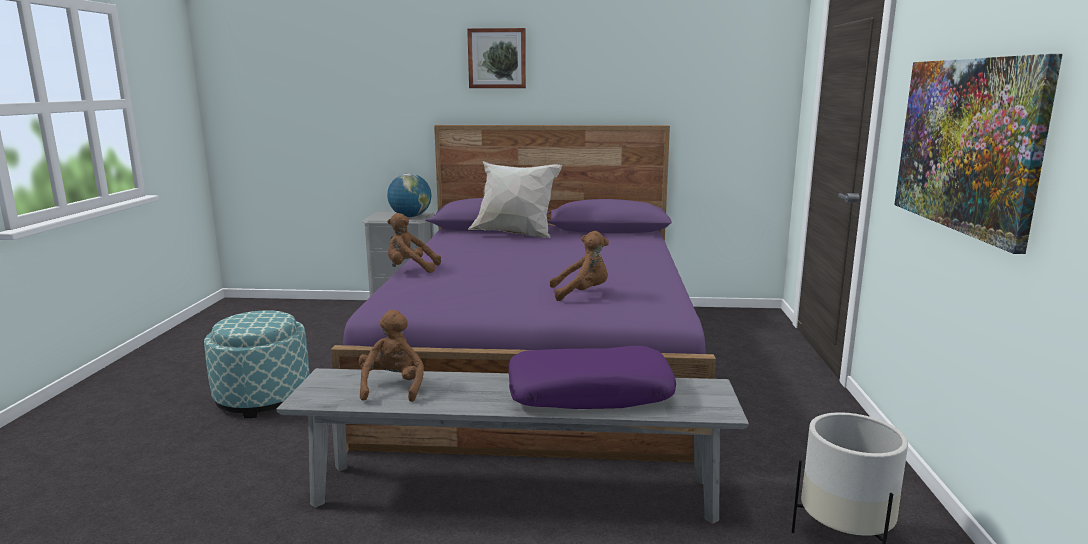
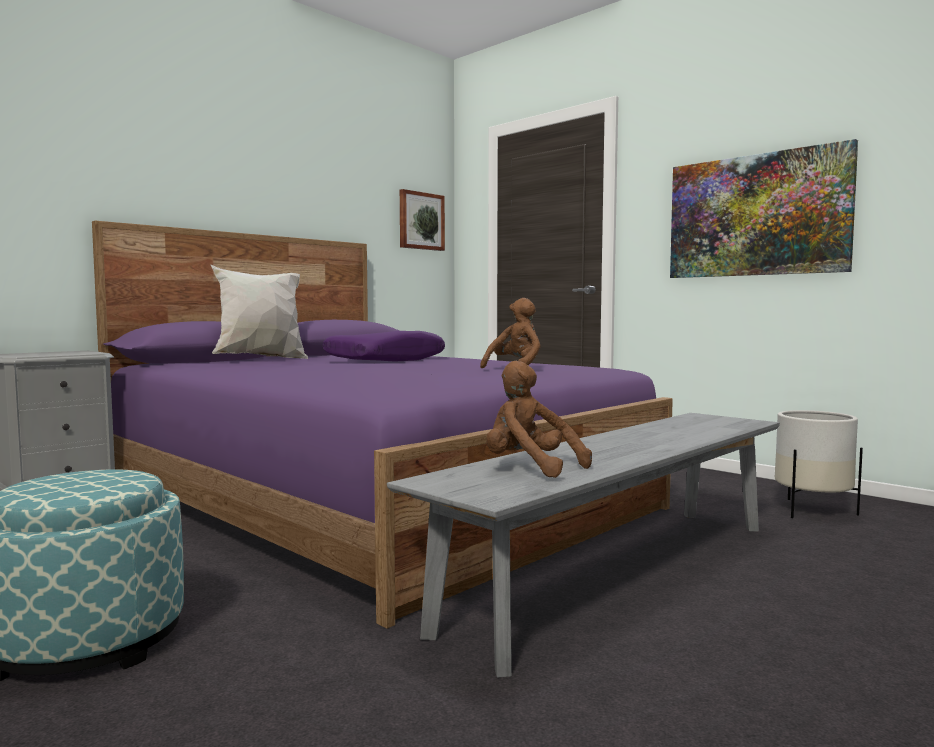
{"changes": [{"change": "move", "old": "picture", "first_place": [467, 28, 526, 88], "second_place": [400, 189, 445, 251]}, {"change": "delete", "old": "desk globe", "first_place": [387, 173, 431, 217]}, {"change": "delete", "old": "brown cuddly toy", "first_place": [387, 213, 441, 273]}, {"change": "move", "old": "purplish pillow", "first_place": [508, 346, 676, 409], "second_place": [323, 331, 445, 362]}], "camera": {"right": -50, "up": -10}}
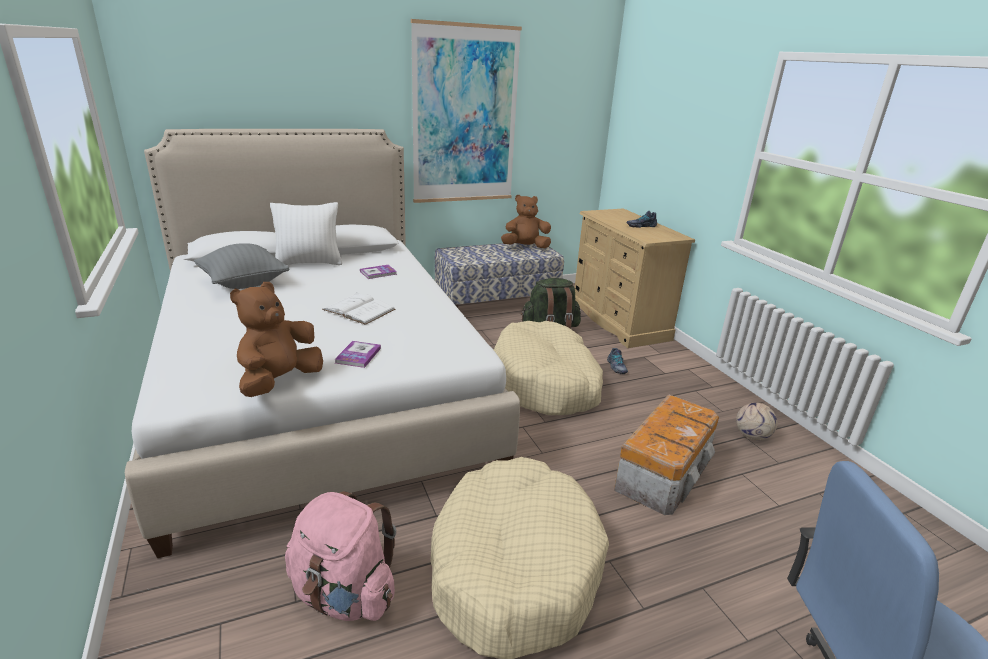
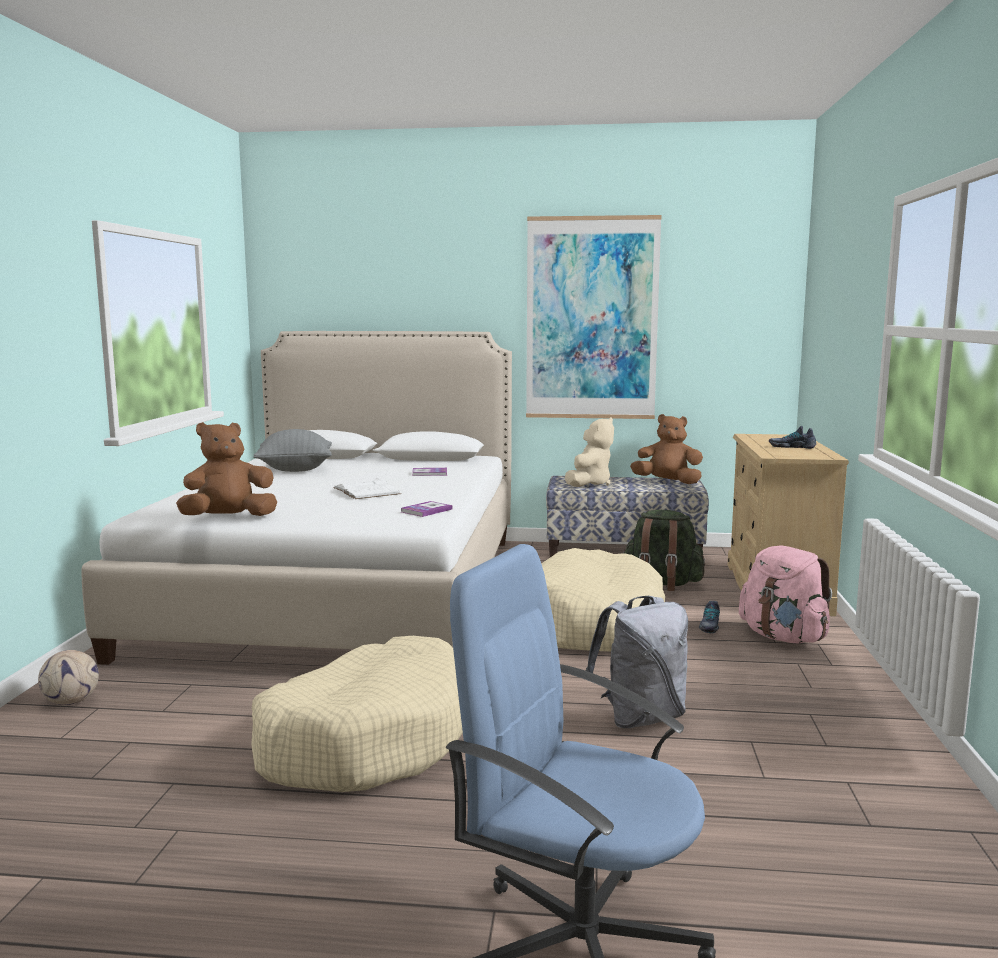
{"changes": [{"change": "delete", "old": "whitish pillow", "first_place": [270, 202, 342, 265]}, {"change": "move", "old": "bound book", "first_place": [334, 341, 381, 368], "second_place": [401, 501, 452, 517]}, {"change": "replace", "old": "storage container", "new": "grey rucksack", "first_place": [614, 394, 719, 515], "second_place": [585, 596, 688, 728]}, {"change": "move", "old": "ball for football", "first_place": [736, 403, 777, 440], "second_place": [38, 650, 99, 705]}, {"change": "move", "old": "pink-coloured rucksack", "first_place": [285, 491, 396, 621], "second_place": [739, 546, 832, 643]}, {"change": "insert", "new": "beige cuddly toy", "second_place": [565, 417, 614, 487]}], "camera": {"right": 30, "up": -15}}
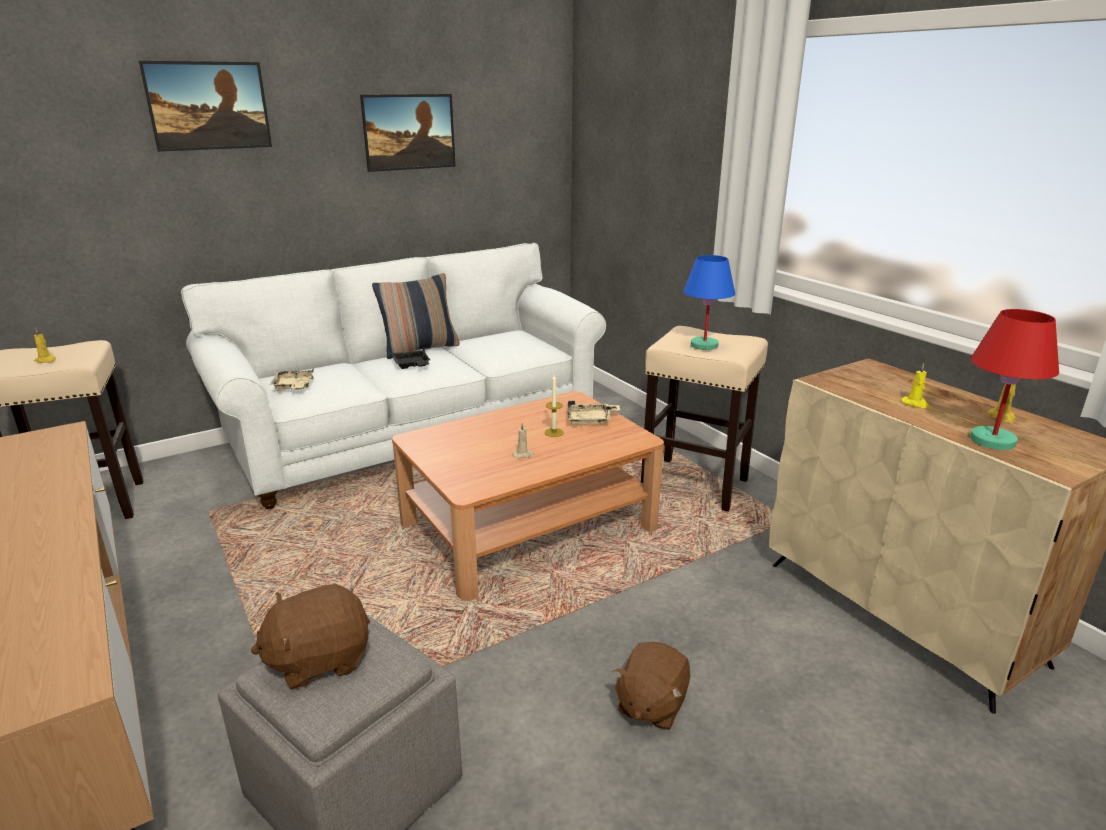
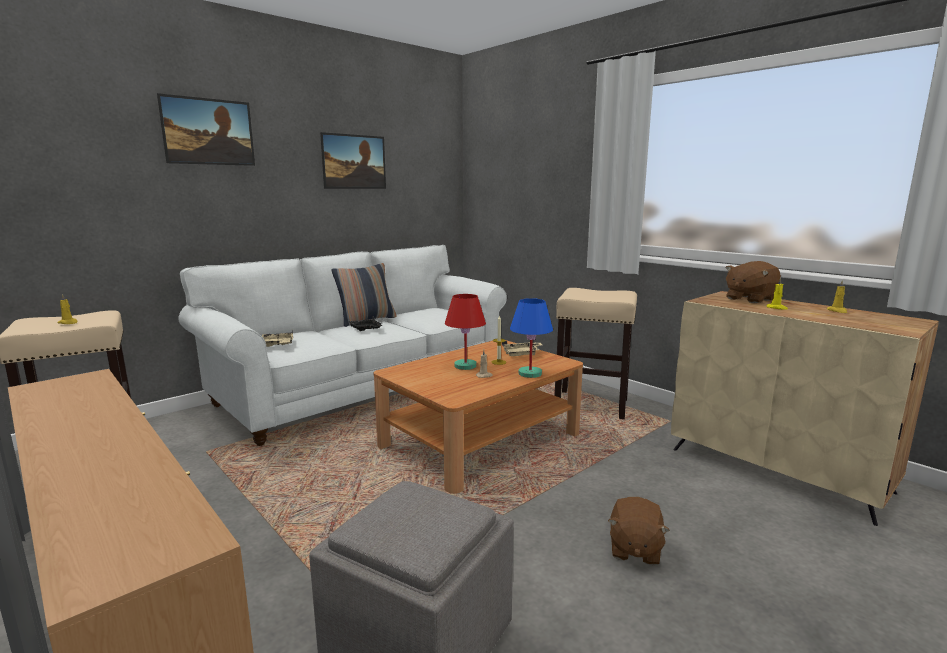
{"changes": [{"change": "move", "old": "bluish tabletop lamp", "first_place": [683, 255, 735, 350], "second_place": [510, 298, 553, 378]}, {"change": "move", "old": "red tabletop lamp", "first_place": [970, 309, 1059, 450], "second_place": [445, 294, 486, 370]}, {"change": "move", "old": "brown cuddly toy", "first_place": [251, 584, 370, 690], "second_place": [725, 261, 781, 303]}], "camera": {"right": -10, "up": -10}}
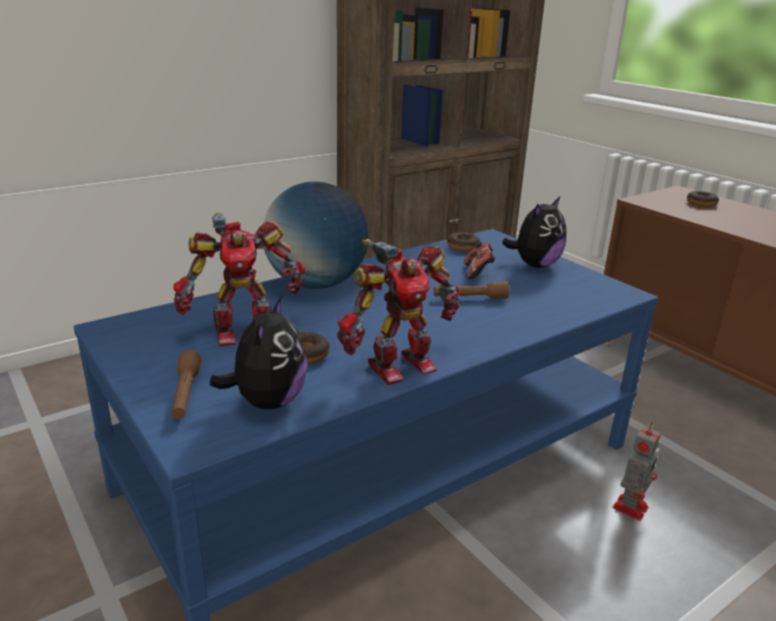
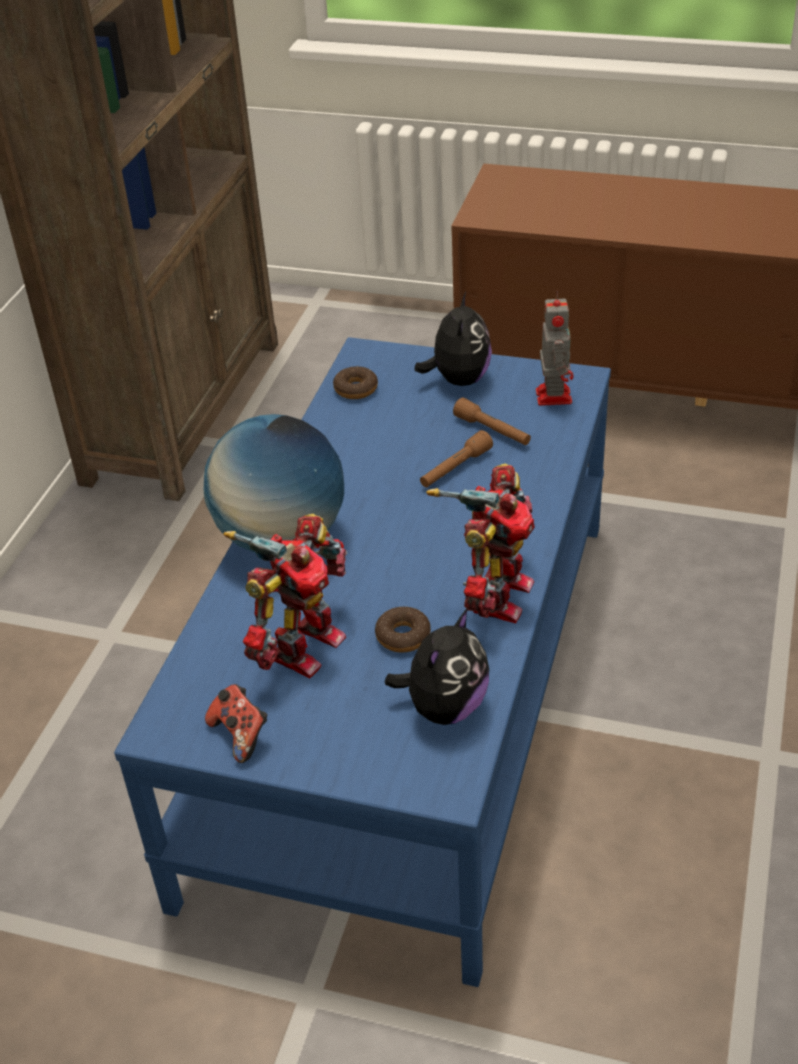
{"changes": [{"change": "delete", "old": "donut", "first_place": [687, 191, 719, 207]}, {"change": "move", "old": "gamepad", "first_place": [464, 242, 495, 279], "second_place": [205, 684, 267, 763]}, {"change": "rotate", "old": "cuddly toy", "first_place": [210, 296, 308, 409], "second_place": [385, 608, 489, 725], "degrees": 60}, {"change": "move", "old": "brown flashlight", "first_place": [171, 350, 202, 419], "second_place": [453, 397, 531, 445]}, {"change": "move", "old": "robot figure", "first_place": [613, 422, 661, 521], "second_place": [536, 290, 573, 406]}], "camera": {"right": -35, "up": 15}}
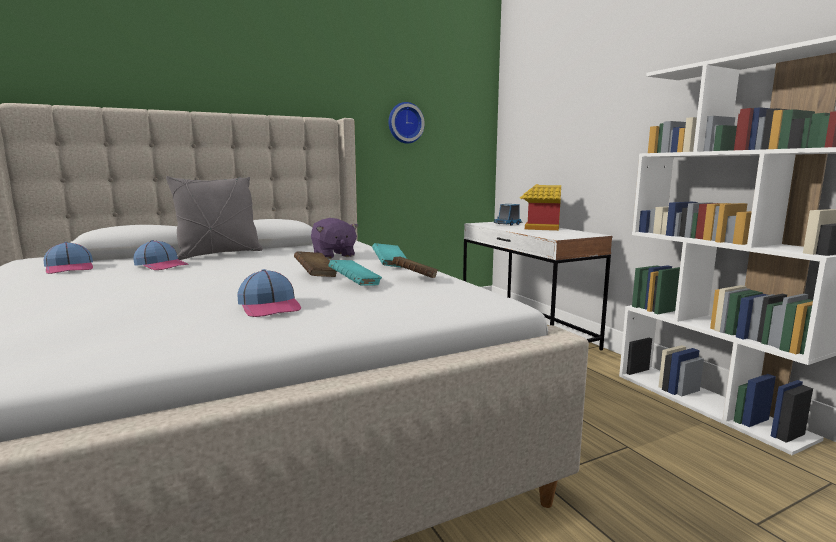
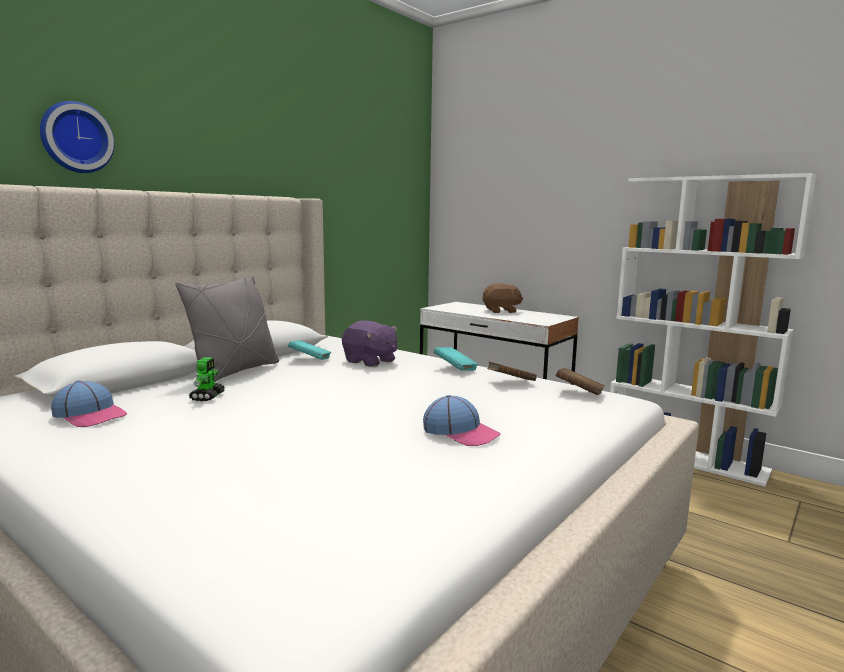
{"changes": [{"change": "move", "old": "clock on the wall", "first_place": [389, 102, 425, 143], "second_place": [40, 101, 115, 173]}, {"change": "replace", "old": "miniature house", "new": "brown cuddly toy", "first_place": [520, 184, 561, 231], "second_place": [482, 283, 523, 313]}, {"change": "delete", "old": "toy truck", "first_place": [494, 204, 522, 226]}, {"change": "replace", "old": "peaked cap", "new": "robot figure", "first_place": [133, 240, 189, 270], "second_place": [189, 357, 225, 401]}, {"change": "move", "old": "brown bound book", "first_place": [294, 251, 337, 277], "second_place": [556, 368, 605, 395]}, {"change": "move", "old": "turquoise-coloured bound book", "first_place": [328, 260, 382, 286], "second_place": [288, 340, 331, 360]}], "camera": {"right": -25, "up": 0}}
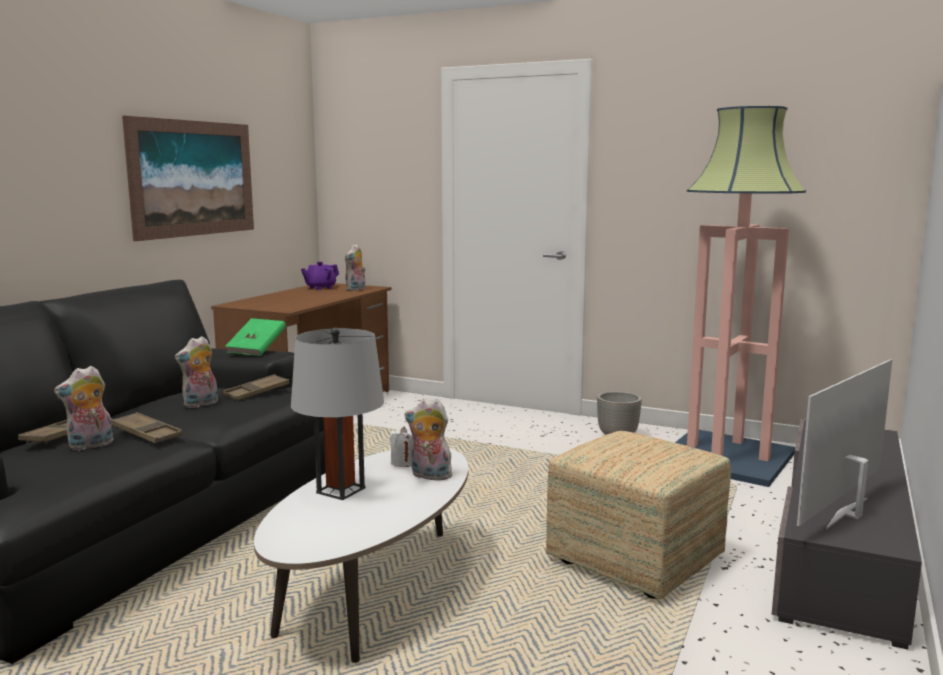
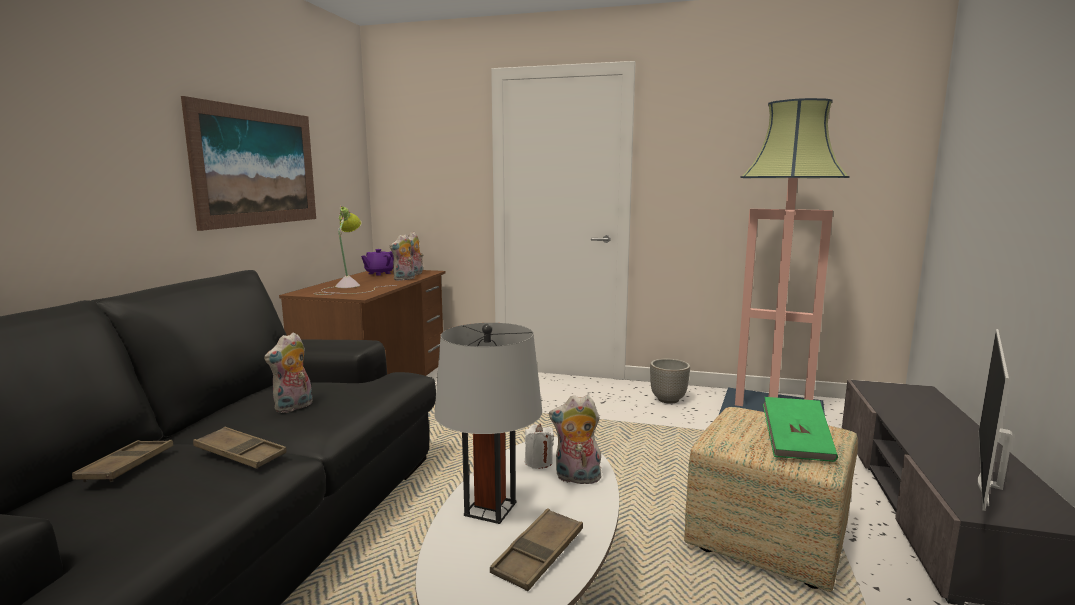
{"changes": [{"change": "move", "old": "green bound book", "first_place": [225, 318, 286, 356], "second_place": [763, 397, 838, 462]}, {"change": "move", "old": "cuddly toy", "first_place": [54, 366, 113, 450], "second_place": [390, 234, 415, 281]}, {"change": "move", "old": "brown carrying tray", "first_place": [222, 374, 290, 401], "second_place": [490, 508, 583, 591]}, {"change": "insert", "new": "tabletop lamp", "second_place": [313, 206, 397, 295]}], "camera": {"right": -10, "up": 0}}
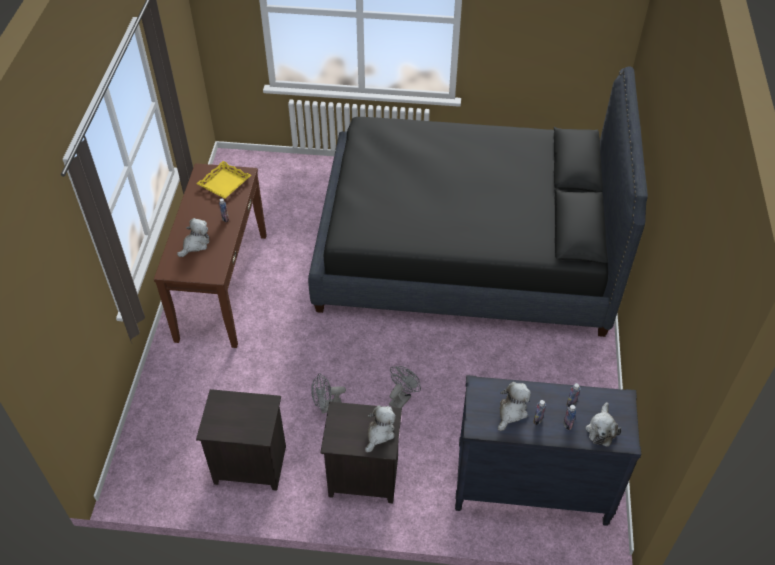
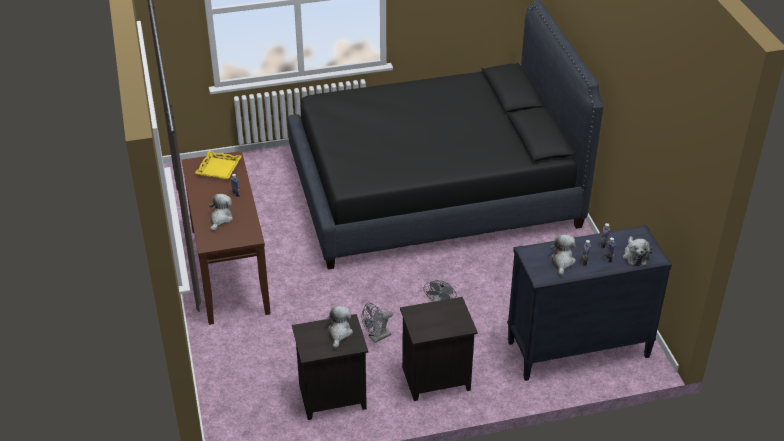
{"changes": [{"change": "move", "old": "cuddly toy", "first_place": [365, 405, 396, 453], "second_place": [326, 306, 353, 349]}], "camera": {"right": -20, "up": -10}}
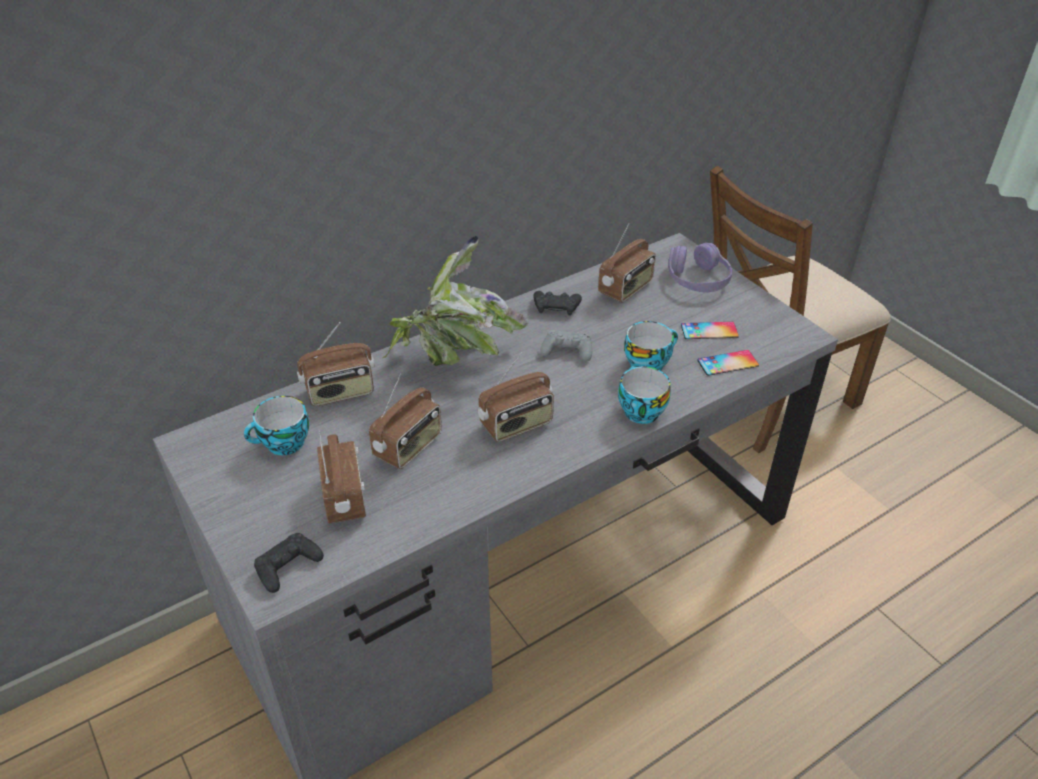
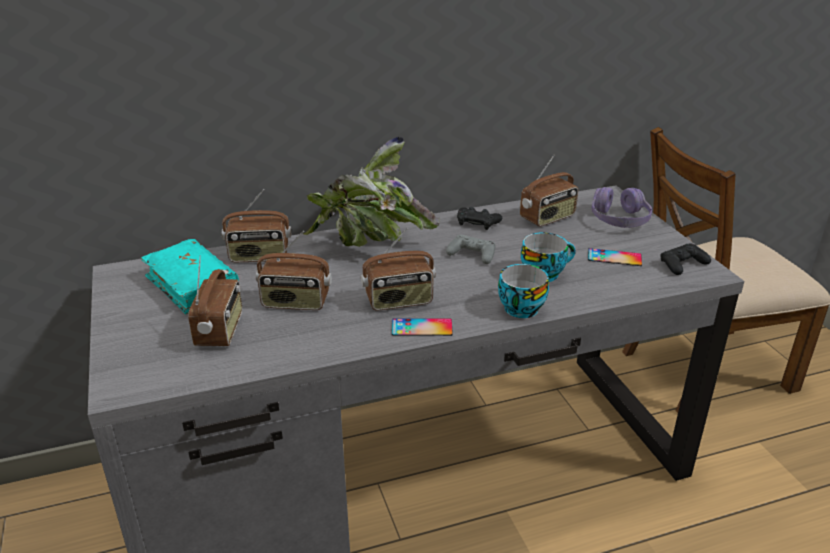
{"changes": [{"change": "move", "old": "telephone", "first_place": [697, 350, 759, 376], "second_place": [392, 318, 453, 336]}, {"change": "rotate", "old": "radio receiver", "first_place": [369, 374, 442, 469], "second_place": [256, 231, 332, 310], "degrees": 45}, {"change": "replace", "old": "small cup", "new": "turquoise-coloured bound book", "first_place": [244, 396, 309, 455], "second_place": [141, 239, 239, 314]}, {"change": "move", "old": "black gamepad", "first_place": [254, 533, 324, 593], "second_place": [660, 244, 711, 275]}], "camera": {"right": 15, "up": -10}}
